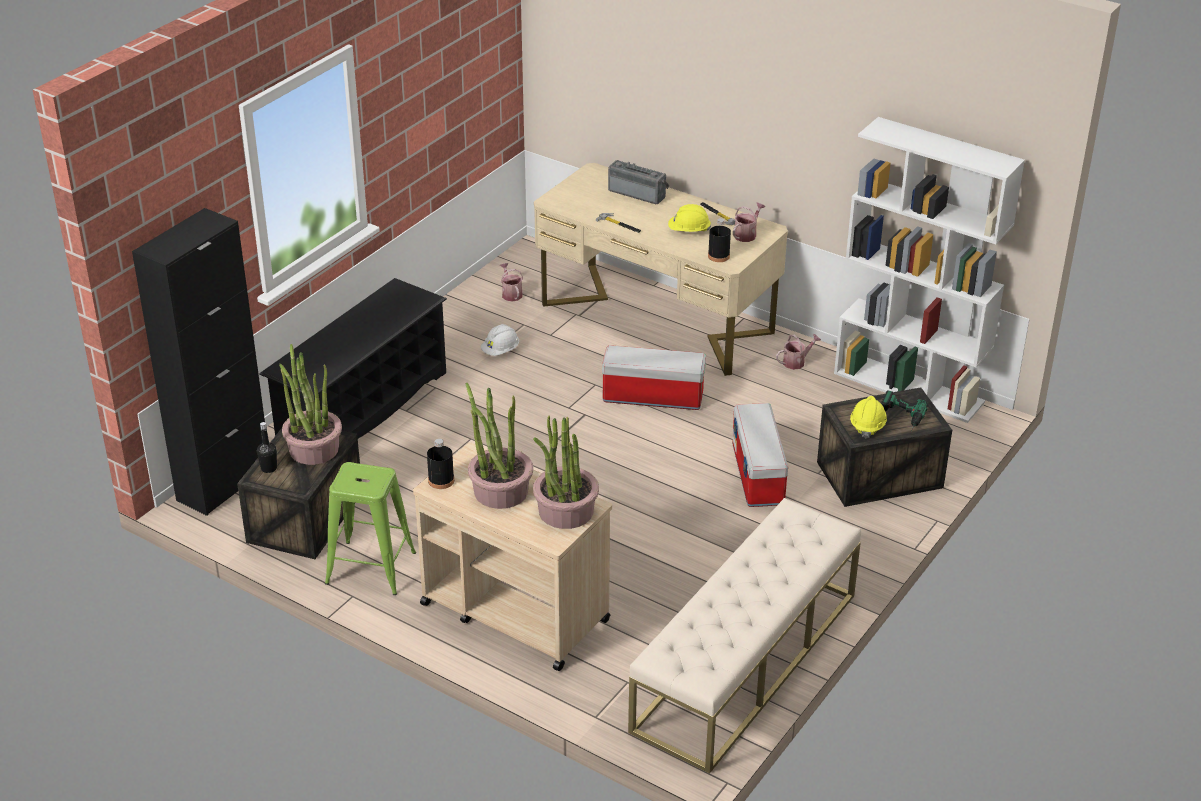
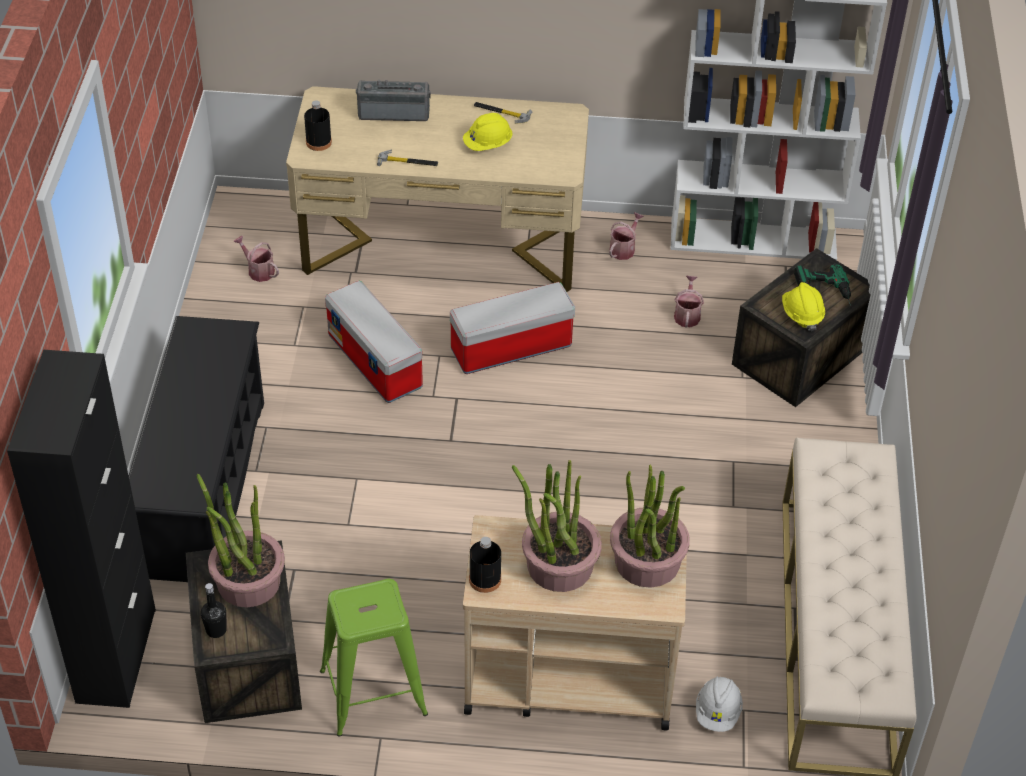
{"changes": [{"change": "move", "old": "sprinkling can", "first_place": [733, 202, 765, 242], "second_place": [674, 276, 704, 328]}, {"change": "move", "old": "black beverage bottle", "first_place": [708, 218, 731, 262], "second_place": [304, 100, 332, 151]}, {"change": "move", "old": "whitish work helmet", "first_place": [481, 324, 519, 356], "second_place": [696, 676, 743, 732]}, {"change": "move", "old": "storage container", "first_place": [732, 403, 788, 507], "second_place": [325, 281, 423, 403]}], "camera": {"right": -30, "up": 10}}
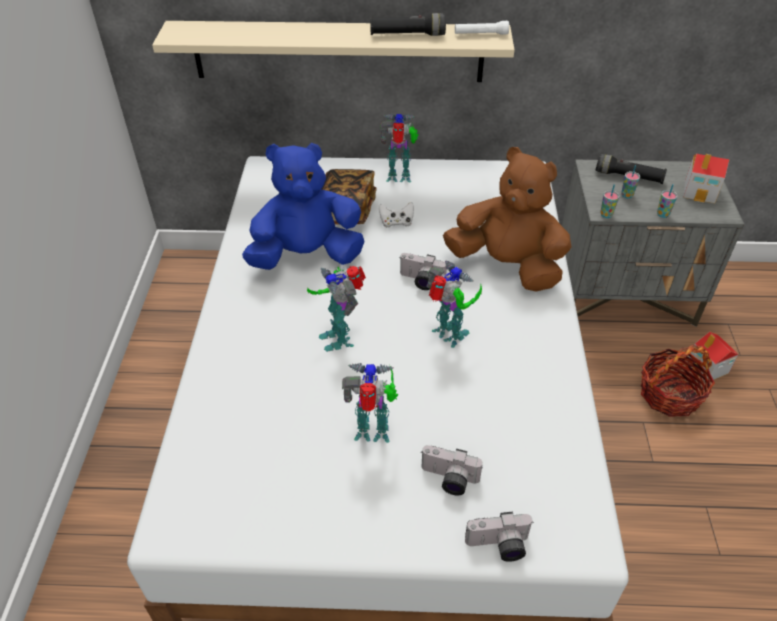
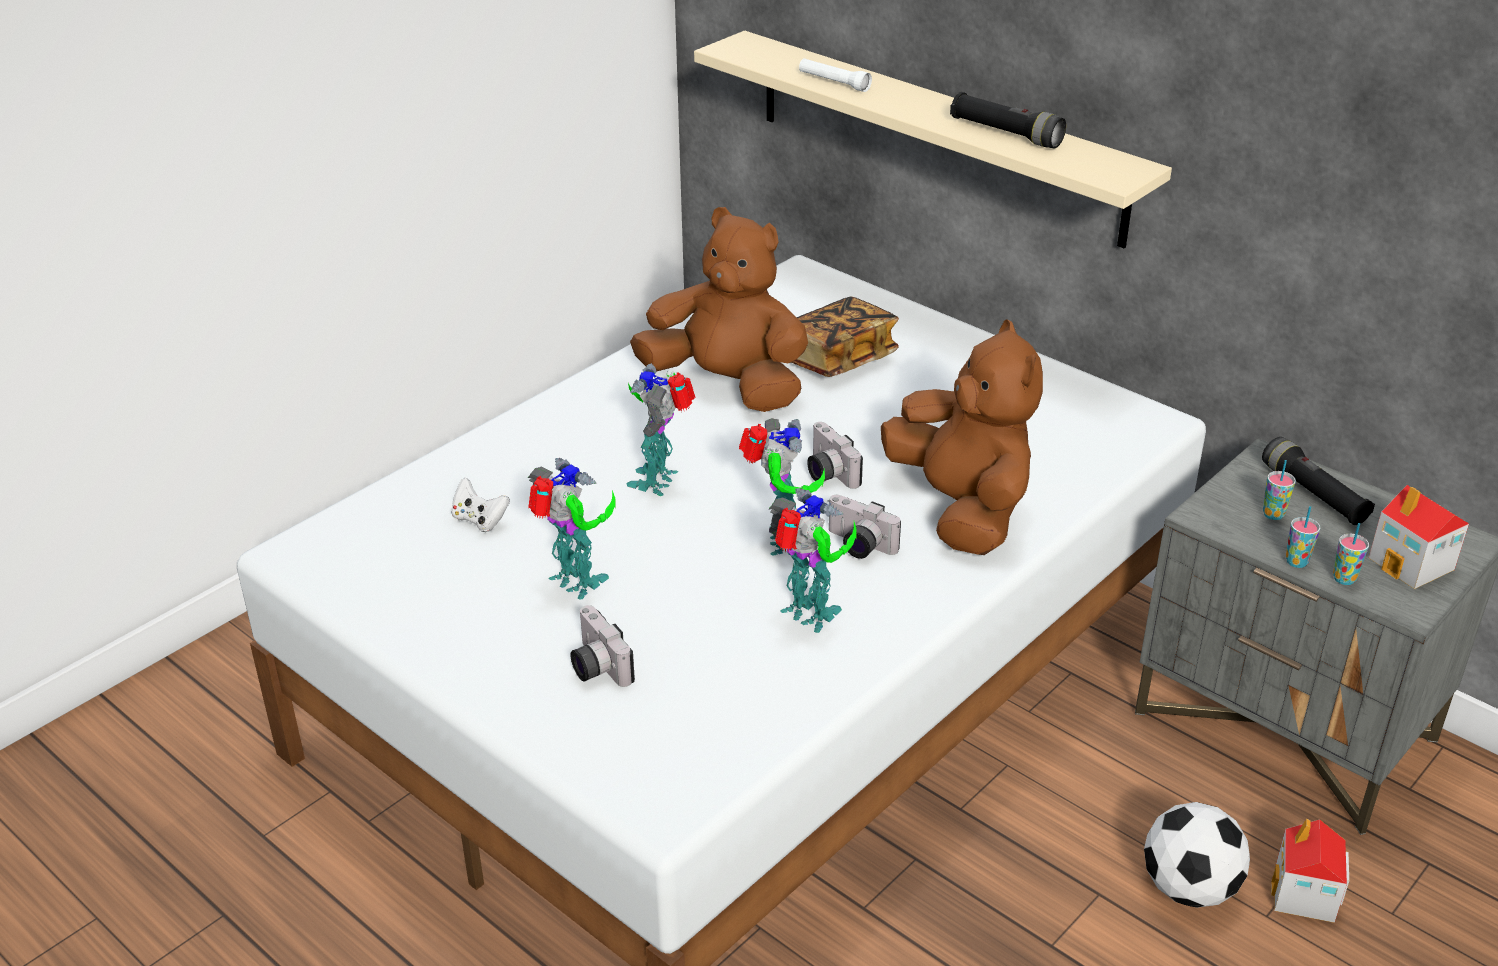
{"changes": [{"change": "move", "old": "whitish flashlight", "first_place": [455, 21, 509, 35], "second_place": [799, 58, 872, 92]}, {"change": "move", "old": "robot figure", "first_place": [380, 114, 419, 182], "second_place": [769, 488, 857, 633]}, {"change": "recolor", "old": "bluish cuddly toy", "new": "brown cuddly toy", "first_place": [242, 143, 365, 270], "second_place": [630, 207, 808, 412]}, {"change": "move", "old": "small cup", "first_place": [600, 184, 619, 218], "second_place": [1333, 523, 1369, 585]}, {"change": "move", "old": "whitish gamepad", "first_place": [379, 202, 414, 228], "second_place": [451, 478, 510, 532]}, {"change": "replace", "old": "household basket", "new": "ball for football", "first_place": [641, 345, 715, 417], "second_place": [1144, 802, 1250, 908]}, {"change": "move", "old": "still camera", "first_place": [465, 512, 534, 562], "second_place": [828, 495, 901, 559]}], "camera": {"right": 40, "up": -10}}
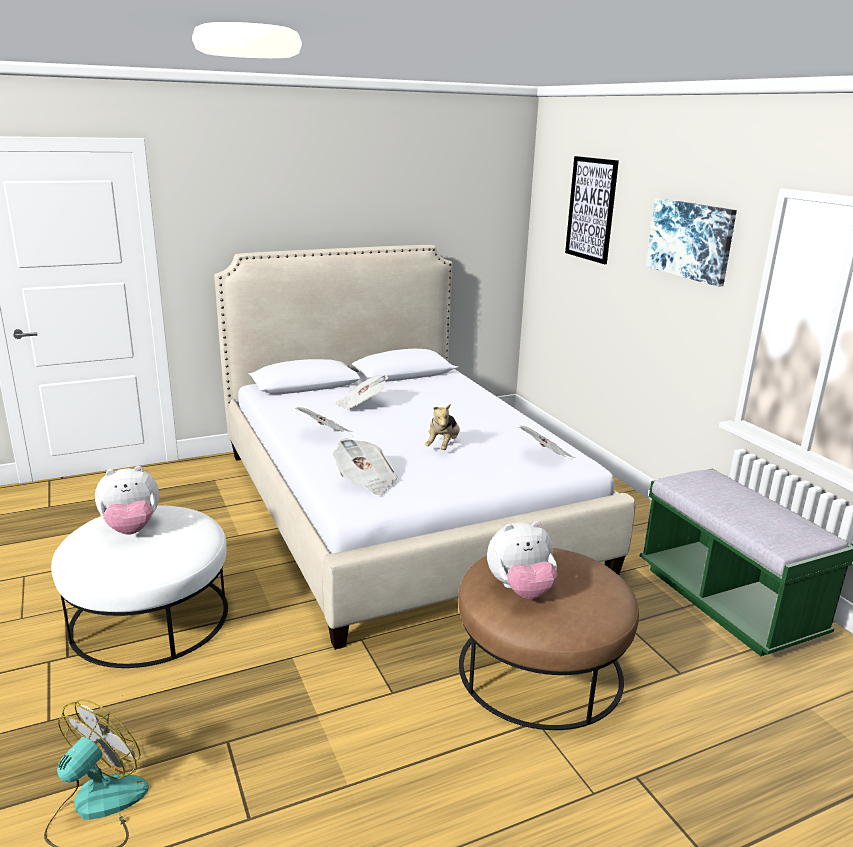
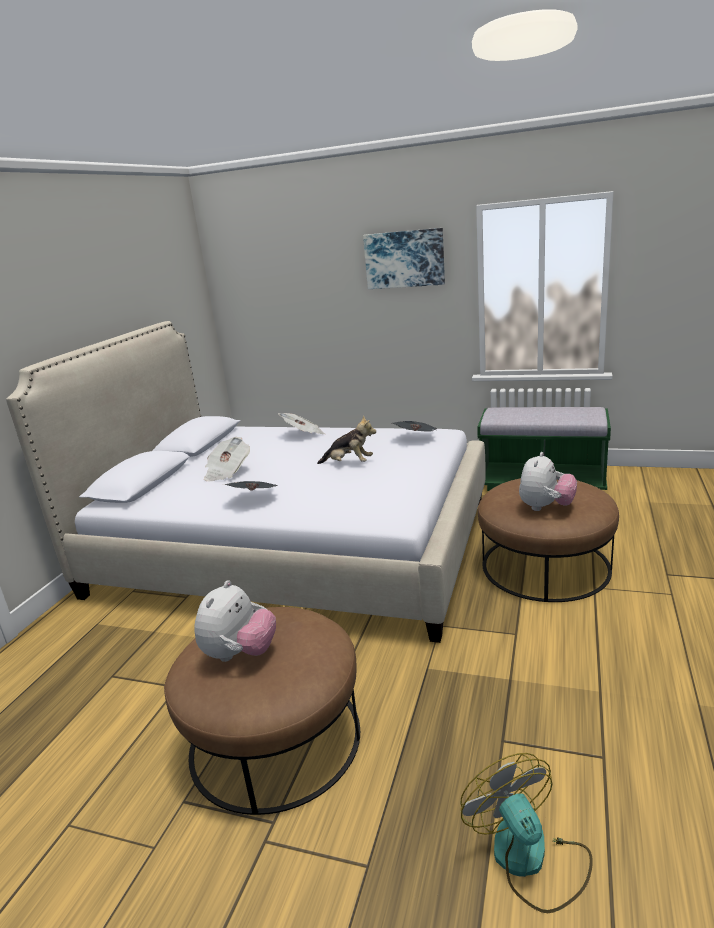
{"changes": [{"change": "delete", "old": "picture", "first_place": [565, 156, 619, 264]}, {"change": "rotate", "old": "cuddly toy", "first_place": [425, 404, 460, 450], "second_place": [317, 416, 376, 464], "degrees": -45}, {"change": "move", "old": "newspaper", "first_place": [333, 438, 398, 495], "second_place": [278, 413, 325, 434]}, {"change": "recolor", "old": "whitish footrest", "new": "brown footrest", "first_place": [51, 505, 228, 668], "second_place": [164, 607, 360, 815]}], "camera": {"right": -45, "up": 0}}
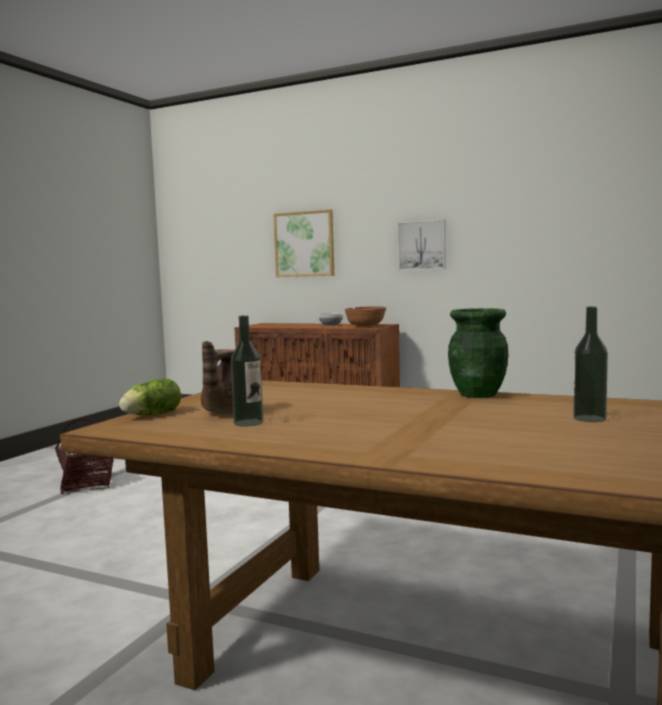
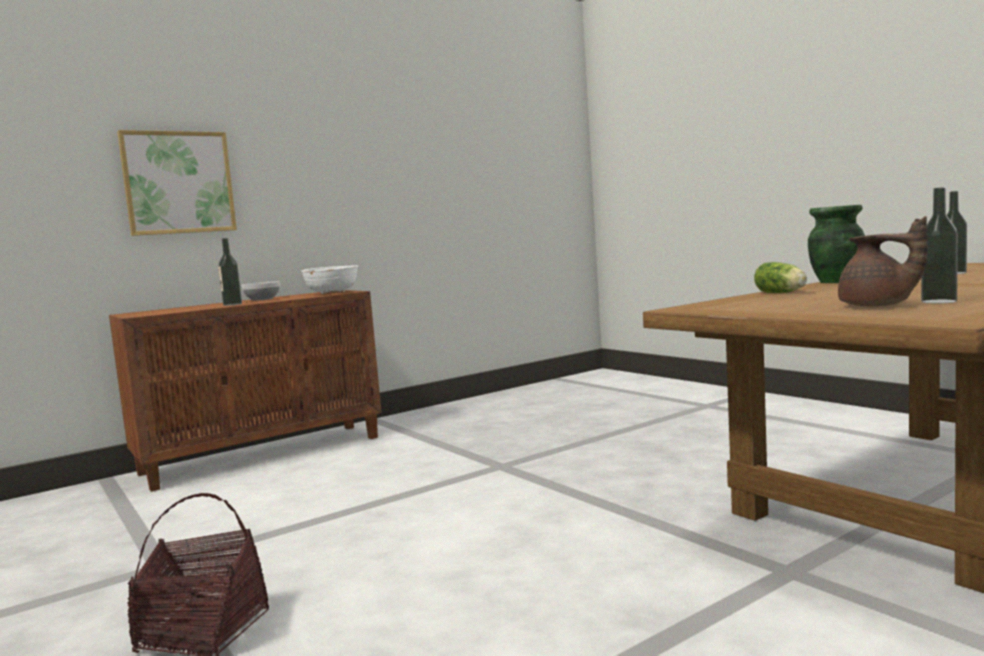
{"changes": [{"change": "delete", "old": "picture", "first_place": [398, 220, 446, 270]}, {"change": "recolor", "old": "brown serving bowl", "new": "whitish serving bowl", "first_place": [344, 306, 386, 327], "second_place": [301, 265, 358, 294]}, {"change": "move", "old": "lettuce head", "first_place": [119, 378, 181, 415], "second_place": [754, 262, 807, 293]}, {"change": "insert", "new": "beverage bottle", "second_place": [218, 238, 242, 306]}], "camera": {"right": -60, "up": 0}}
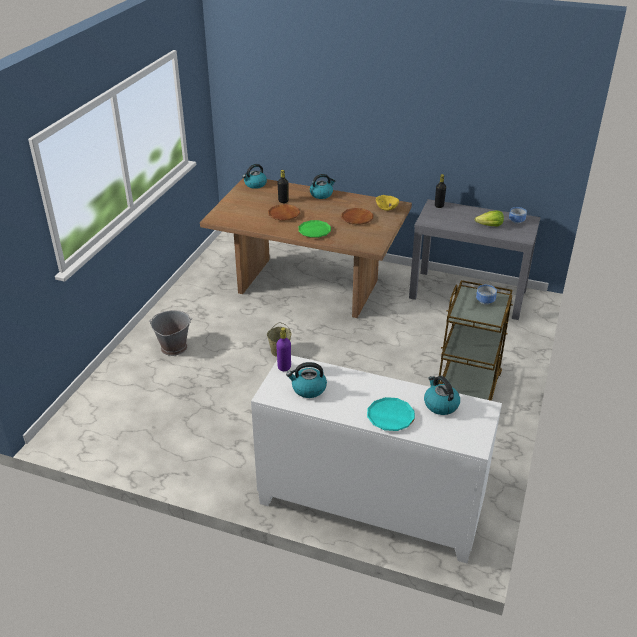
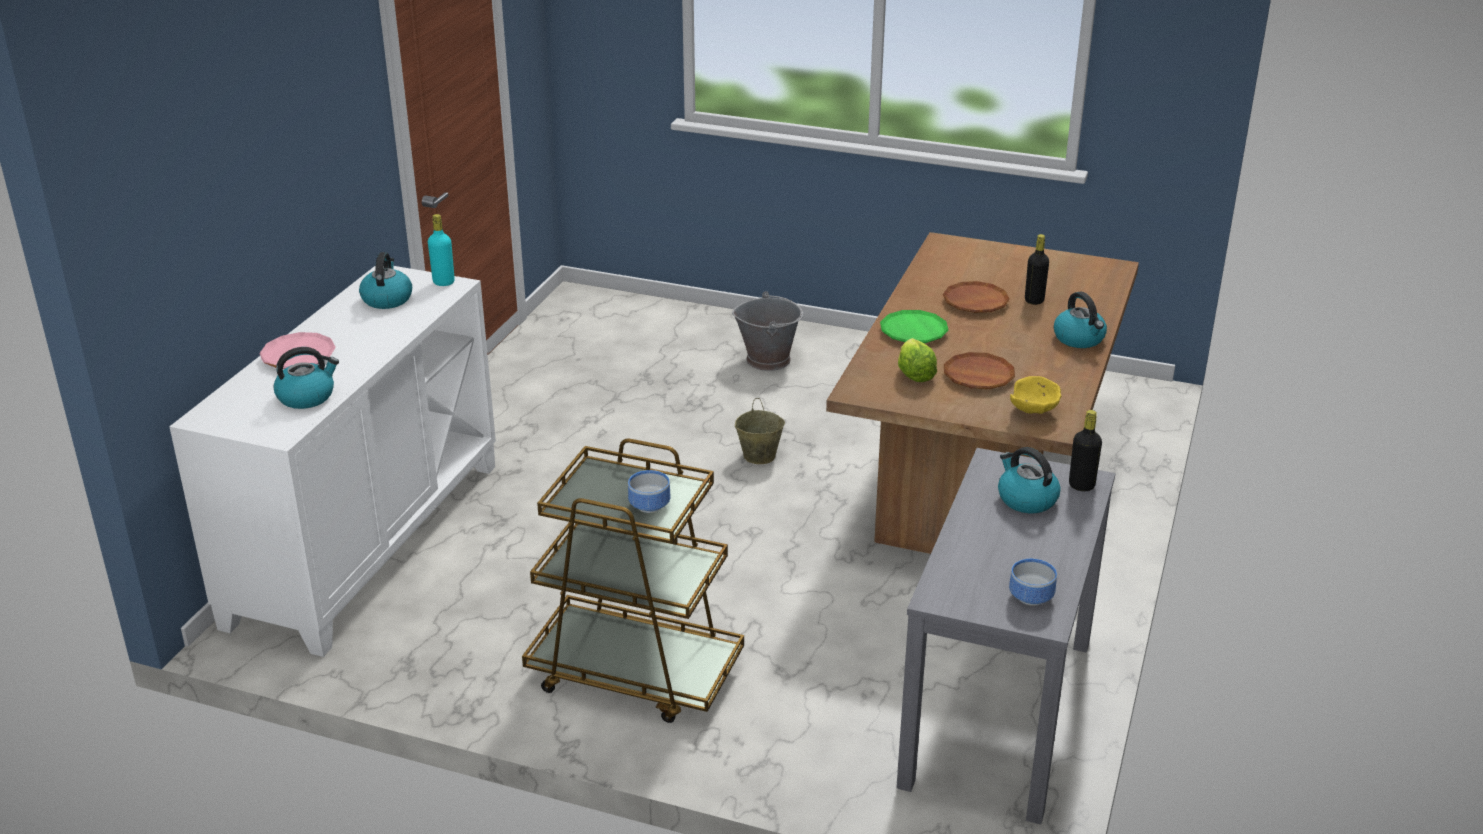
{"changes": [{"change": "move", "old": "kettle", "first_place": [242, 164, 267, 189], "second_place": [998, 447, 1061, 513]}, {"change": "move", "old": "lettuce head", "first_place": [475, 210, 504, 226], "second_place": [898, 338, 937, 382]}, {"change": "recolor", "old": "purplish beverage bottle", "new": "turquoise-coloured beverage bottle", "first_place": [276, 328, 291, 371], "second_place": [428, 214, 455, 286]}, {"change": "recolor", "old": "turquoise-coloured plate", "new": "pink-coloured plate", "first_place": [367, 397, 415, 431], "second_place": [259, 332, 336, 369]}], "camera": {"right": 90, "up": -5}}
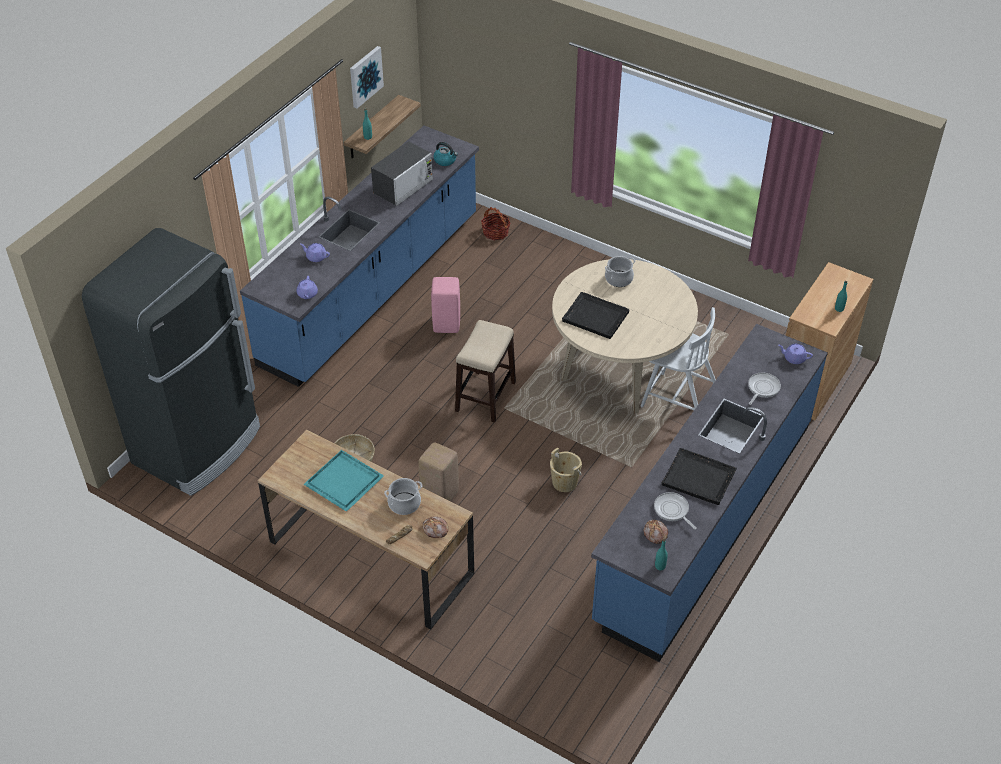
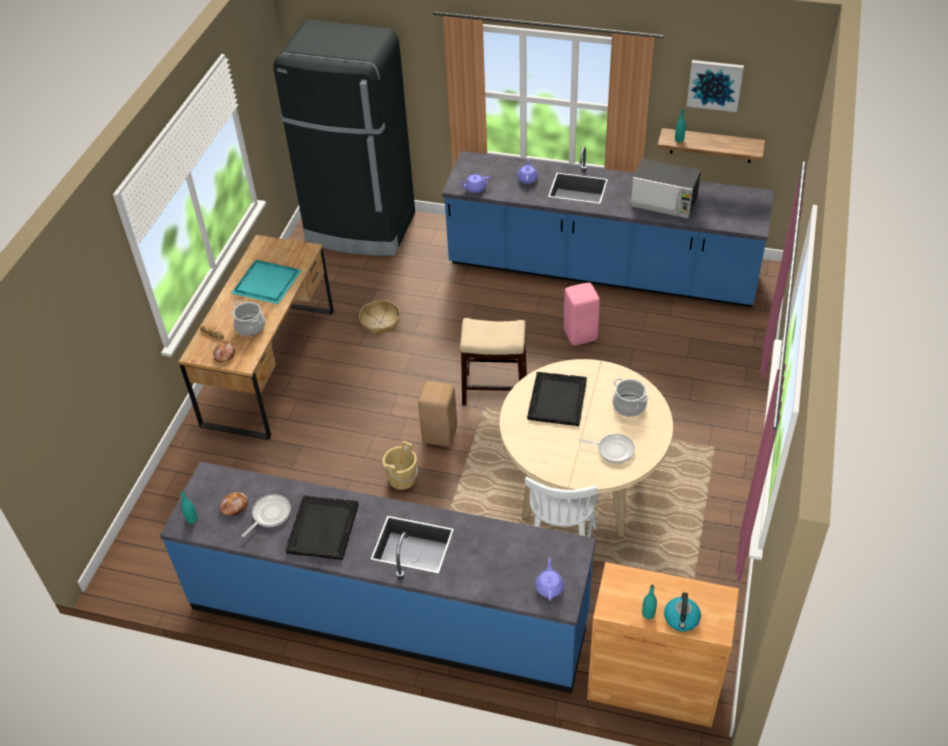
{"changes": [{"change": "move", "old": "kettle", "first_place": [433, 142, 458, 166], "second_place": [664, 592, 701, 632]}, {"change": "delete", "old": "household basket", "first_place": [481, 207, 511, 240]}, {"change": "move", "old": "skillet", "first_place": [748, 373, 781, 405], "second_place": [579, 434, 635, 464]}, {"change": "move", "old": "beige sitting stool", "first_place": [418, 442, 459, 501], "second_place": [418, 381, 457, 446]}], "camera": {"right": 75, "up": 0}}
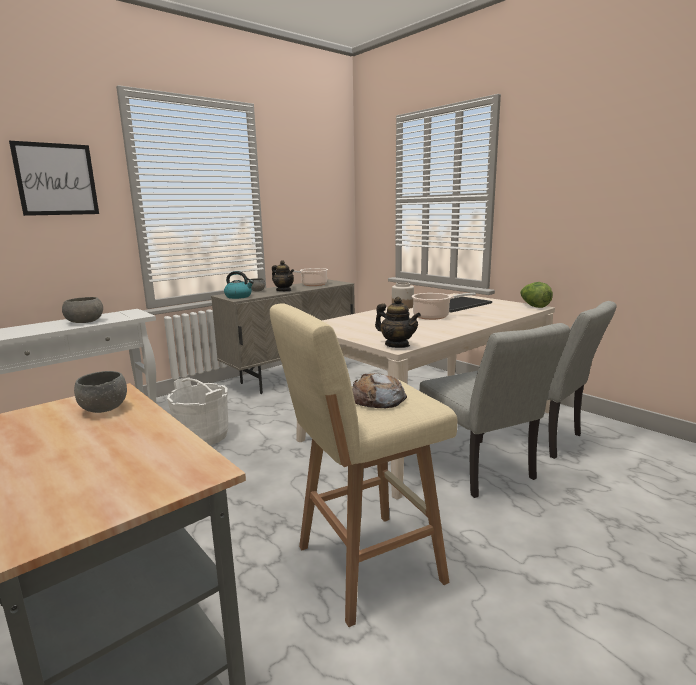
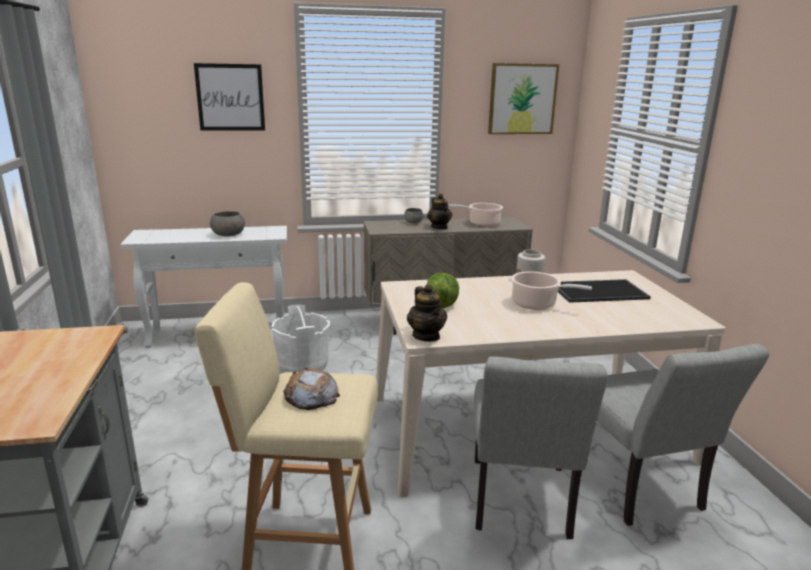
{"changes": [{"change": "delete", "old": "kettle", "first_place": [224, 271, 254, 299]}, {"change": "move", "old": "lettuce head", "first_place": [520, 282, 553, 308], "second_place": [427, 273, 459, 308]}, {"change": "delete", "old": "grey serving bowl", "first_place": [74, 371, 127, 413]}, {"change": "insert", "new": "picture", "second_place": [488, 63, 559, 134]}], "camera": {"right": 30, "up": 5}}
